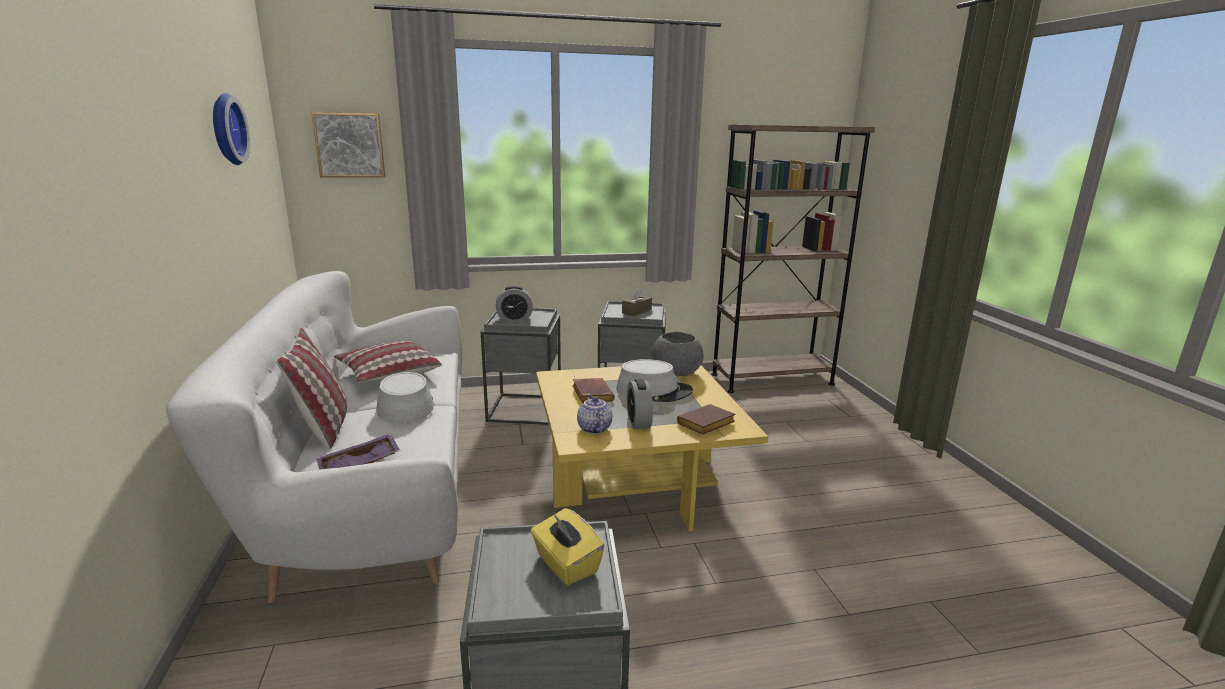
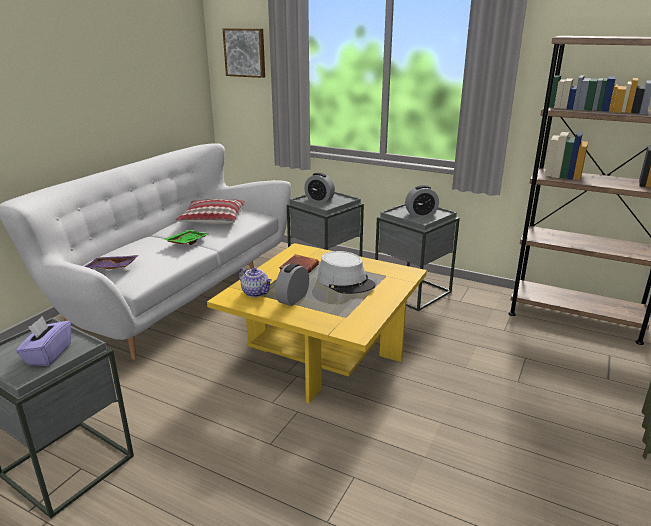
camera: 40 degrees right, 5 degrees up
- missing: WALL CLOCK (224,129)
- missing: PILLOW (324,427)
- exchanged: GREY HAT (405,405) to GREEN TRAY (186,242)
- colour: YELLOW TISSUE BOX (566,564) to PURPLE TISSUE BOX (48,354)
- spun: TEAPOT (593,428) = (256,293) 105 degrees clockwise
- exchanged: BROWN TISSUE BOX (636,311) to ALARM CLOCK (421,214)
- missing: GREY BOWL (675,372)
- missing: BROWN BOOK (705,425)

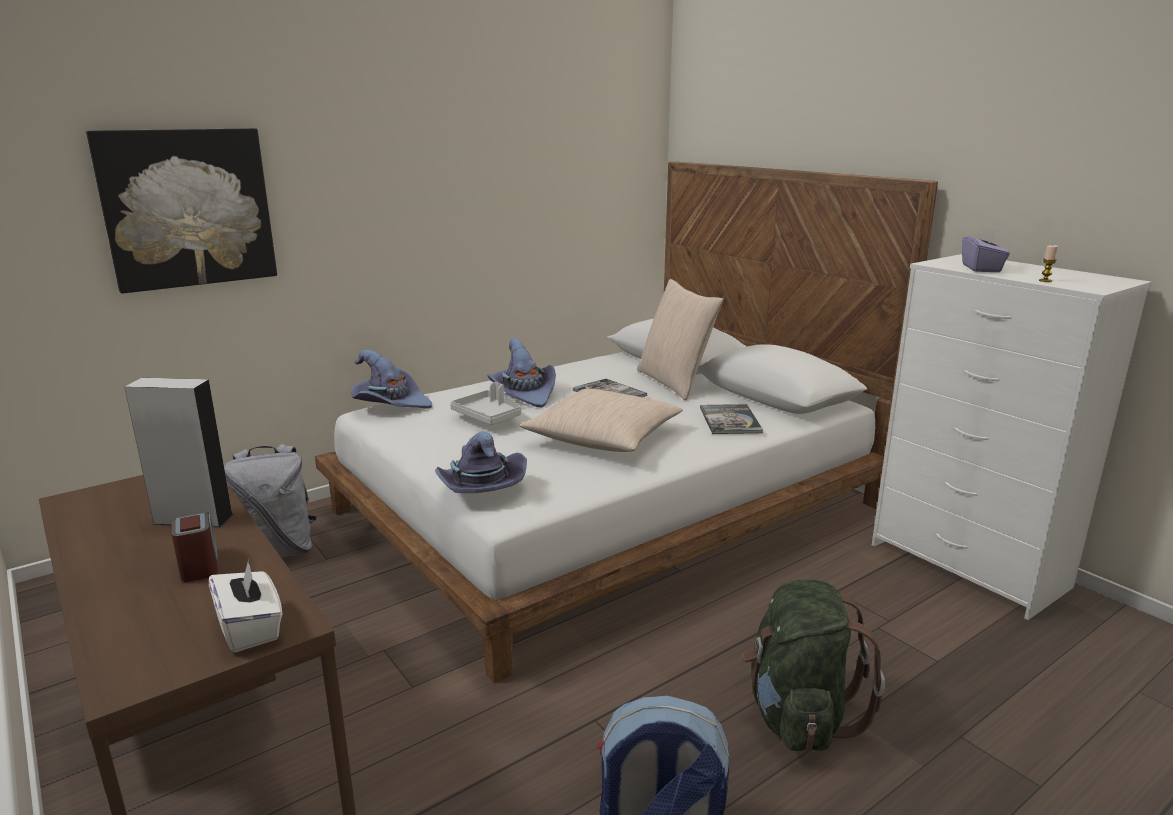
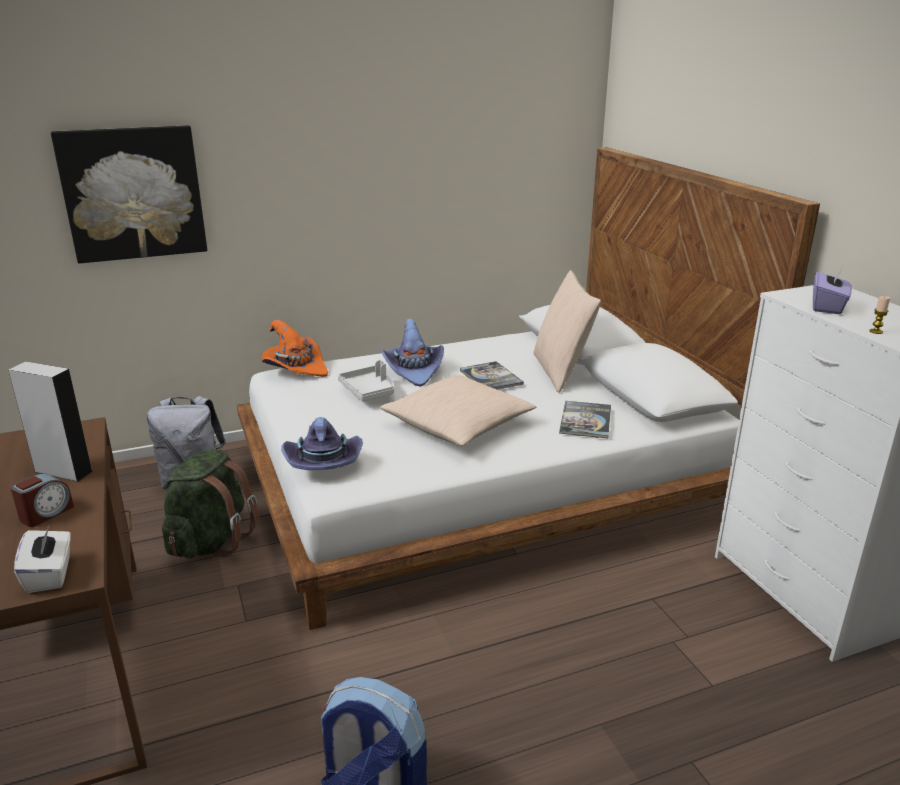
camera: 15 degrees right, 5 degrees up
- spun: ALARM CLOCK (199,565) = (46,513) 45 degrees clockwise
- colour: PURPLE HAT (390,403) to ORANGE HAT (295,368)
- relocated: GREEN BACKPACK (798,716) to (211,541)

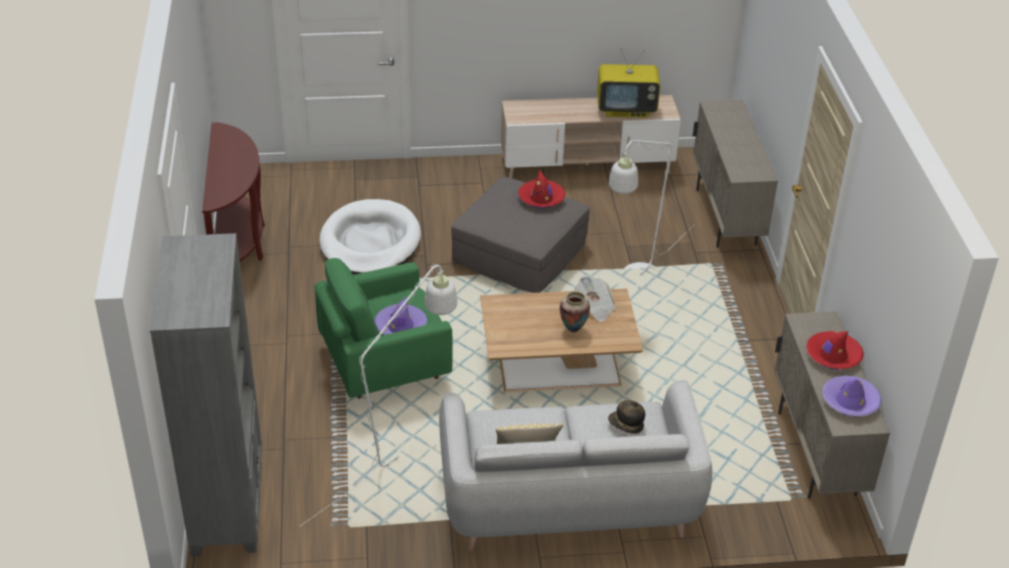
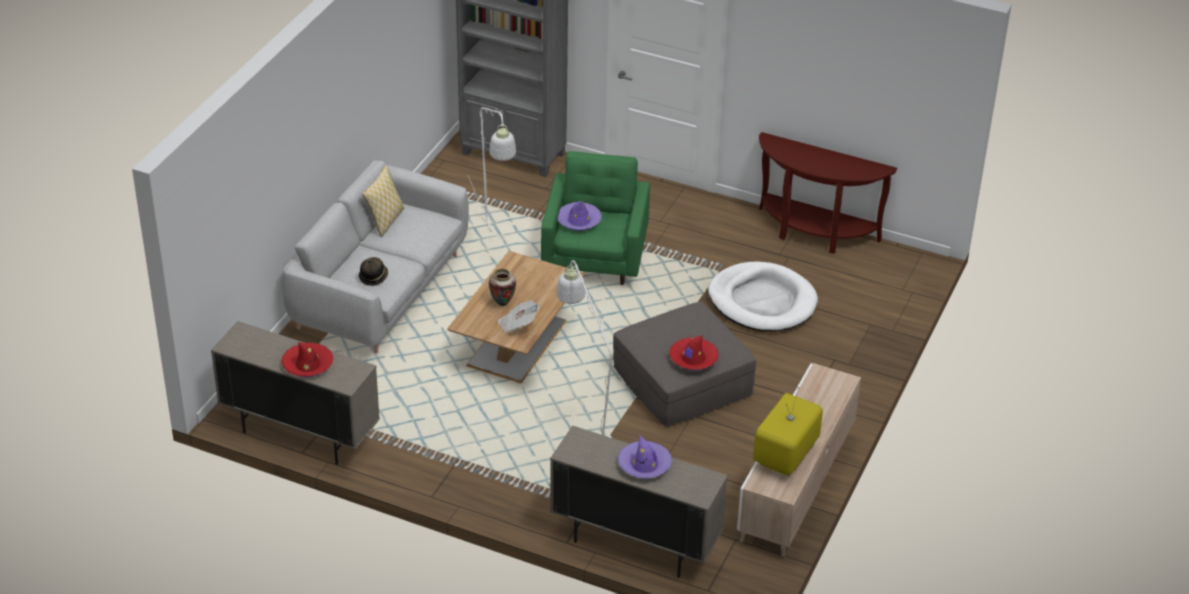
camera: 120 degrees right, 0 degrees up
- relocated: PURPLE HAT (850,401) to (644,465)

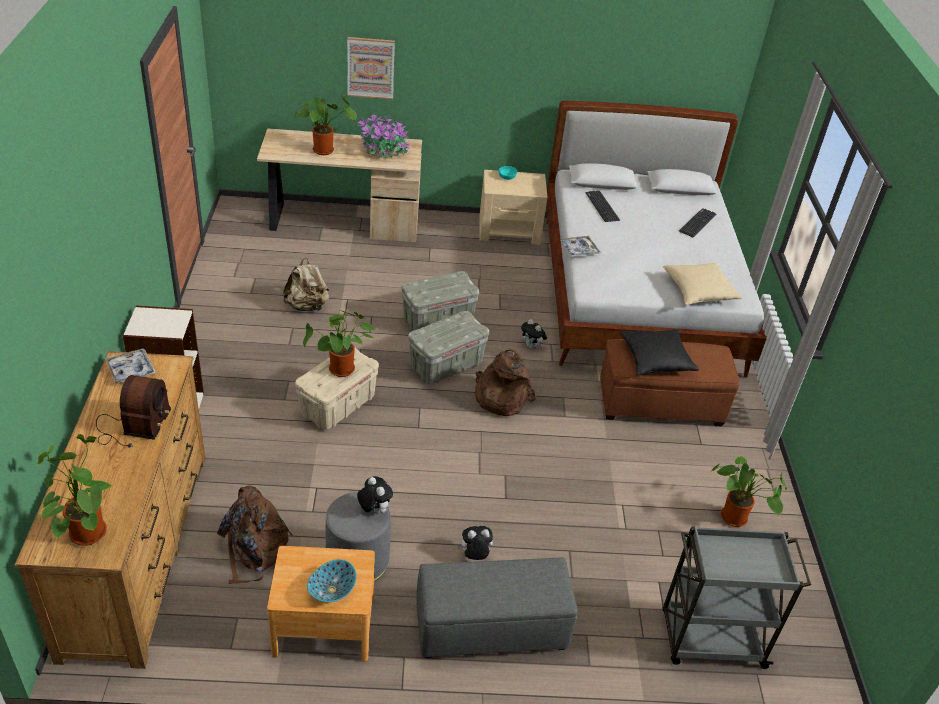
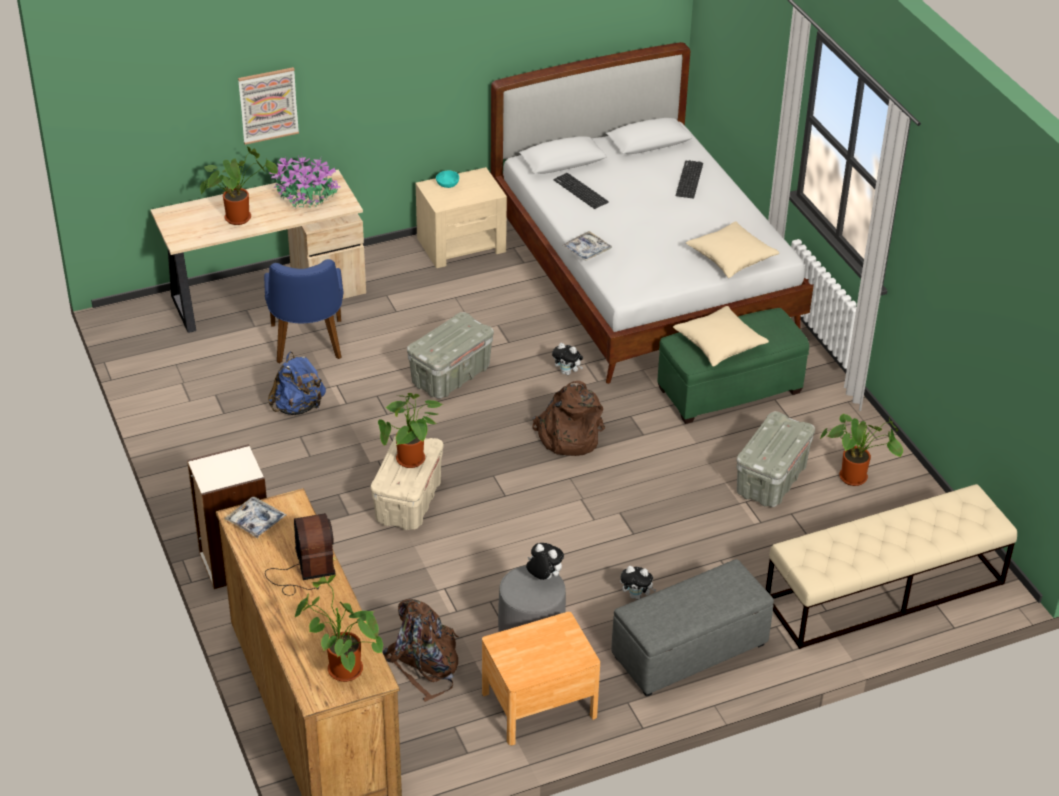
camera: 20 degrees left, 0 degrees up
- colour: BEIGE BACKPACK (307,306) to BLUE BACKPACK (298,407)
- missing: BOWL (331,590)
- relocated: GREY STORAGE BOX (446,365) to (771,481)
- spun: PLUSH TOY (474,556) = (636,596) 135 degrees counterclockwise
- colour: BROWN OTTOMAN (660,404) to GREEN OTTOMAN (729,390)
- colour: BLACK PILLOW (655,359) to BEIGE PILLOW (719,344)
- exchanged: GREY CART (710,640) to BEIGE BENCH (884,591)
- appeared: BLUE CHAIR (307,346)

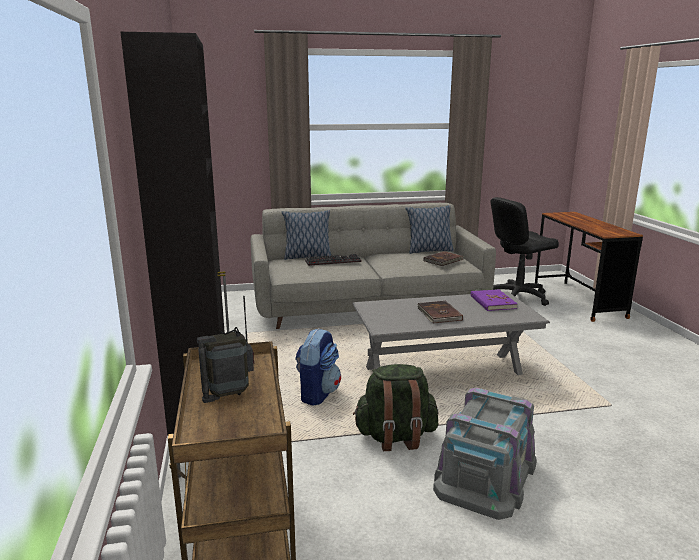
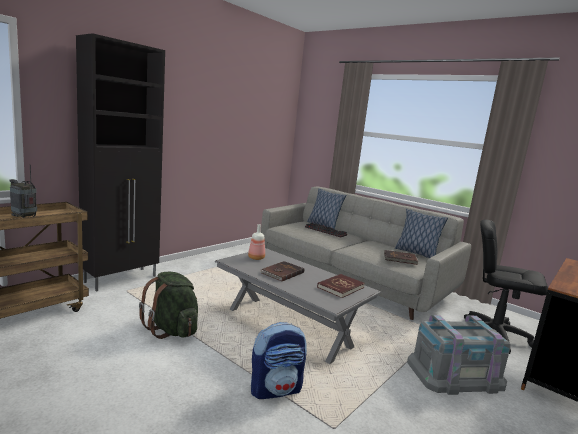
camera: 50 degrees right, 5 degrees down
- relocated: BACKPACK (317,393) to (276,389)
- relocated: GREY STORAGE BOX (486,474) to (455,374)
- colour: PURPLE BOOK (492,302) to RED BOOK (340,287)
- appeared: BOTTLE (256,258)

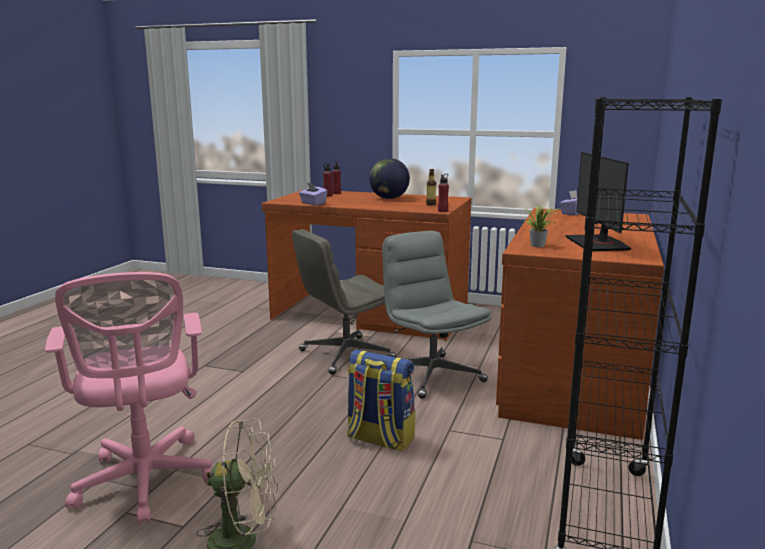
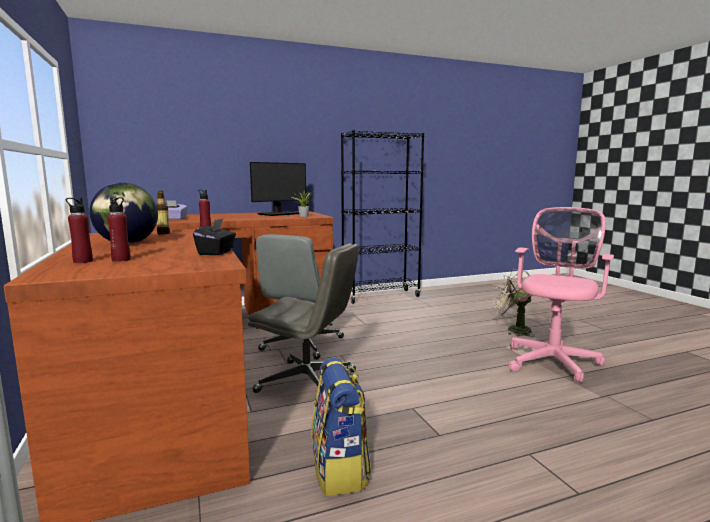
camera: 130 degrees left, 5 degrees down
- colour: PURPLE TISSUE BOX (313,203) to BLACK TISSUE BOX (216,252)
- relocated: BACKPACK (379,439) to (340,470)

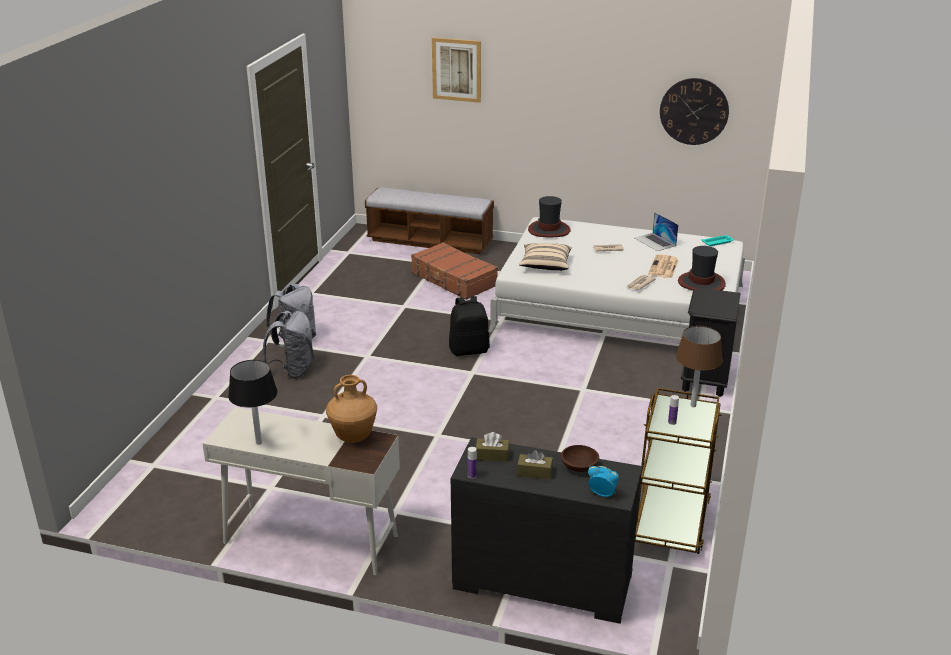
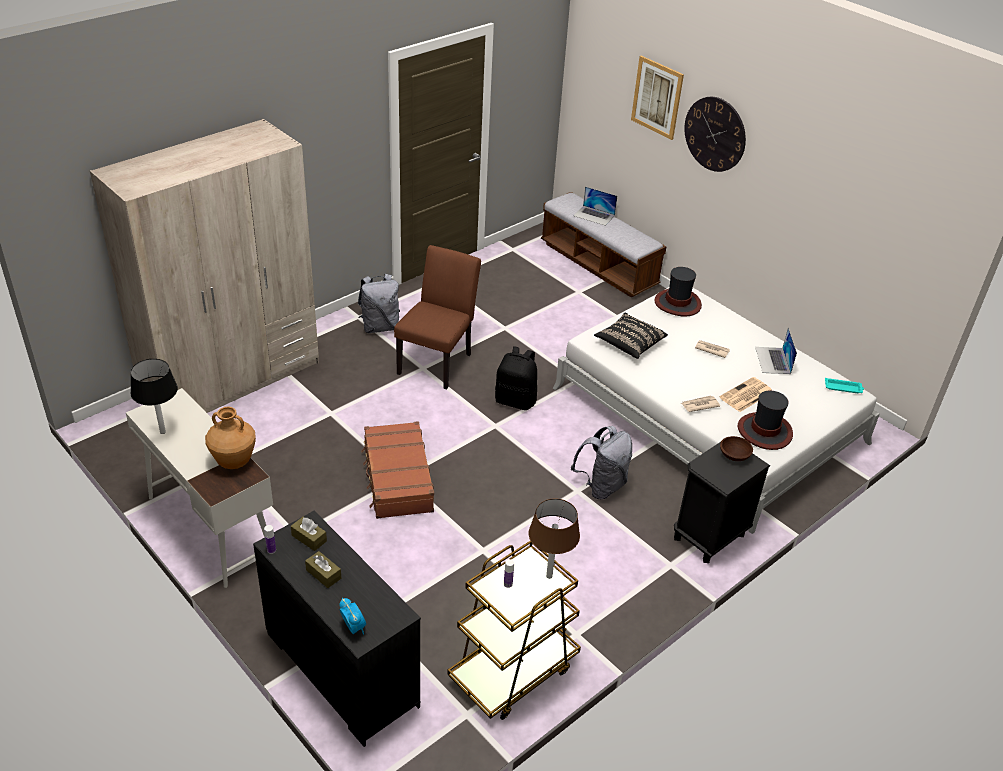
camera: 30 degrees right, 10 degrees up
- relocated: GREY BACKPACK (293,370) to (601,486)
- relocated: BROWN SUITCASE (453,280) to (397,479)
- colour: BEIGE PILLOW (545,265) to BLACK PILLOW (629,344)
- relocated: BROWN BOWL (579,466) to (734,455)
- relocated: WALL CLOCK (694,111) to (715,134)
- appeared: BEIGE WARDROBE (232,379)
- appeared: BROWN CHAIR (438,360)
- appeared: LAPTOP (594,215)

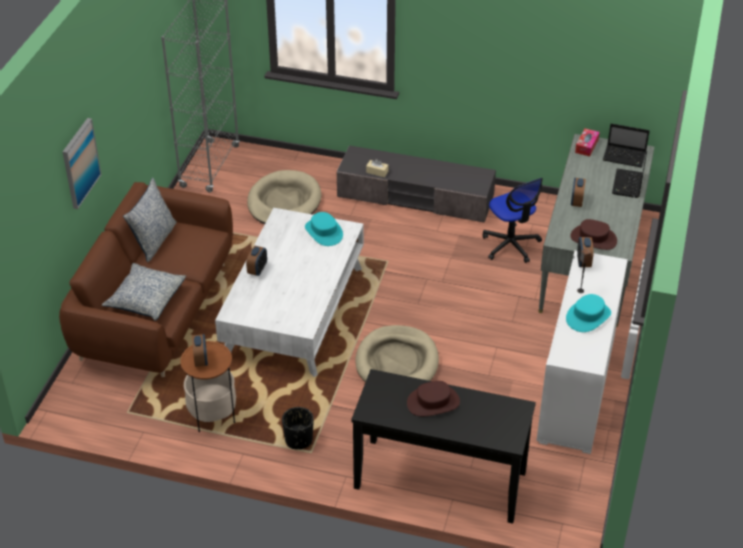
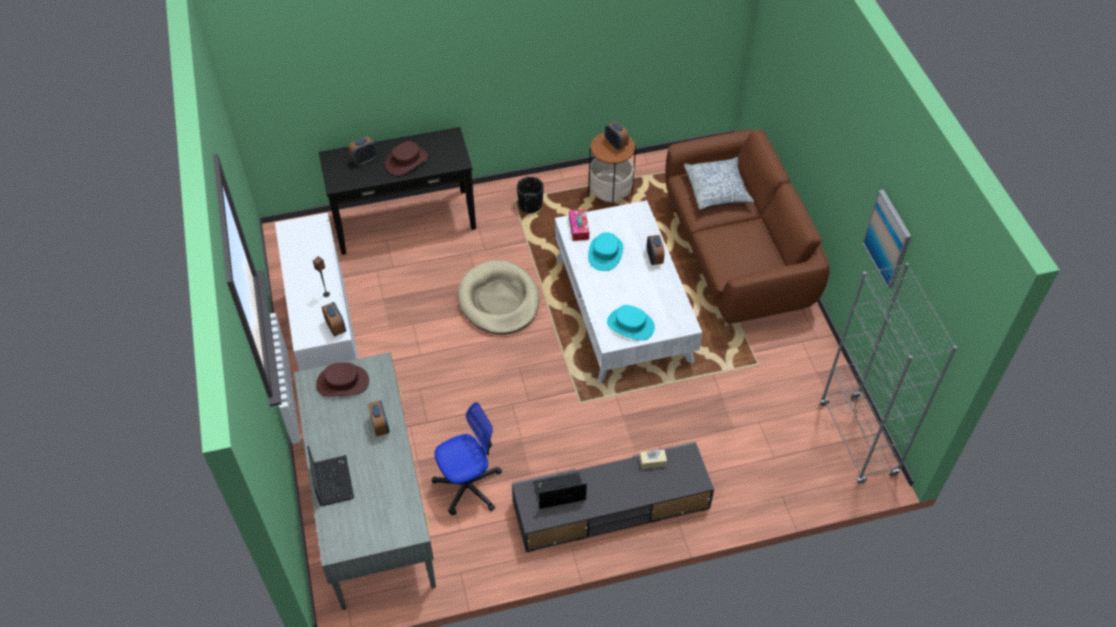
camera: 150 degrees right, 10 degrees up
- relocated: PICTURE (80,163) to (888,239)
- missing: PILLOW (154,240)
- missing: BEIGE DOG BED (284,202)
- spun: OFFICE CHAIR (511,245) = (468,486) 120 degrees clockwise
- relocated: TURQUOISE HAT (588,316) to (605,253)
- relocated: TISSUE BOX (586,146) to (579,228)
- relocated: LAPTOP (625,157) to (558,492)
- appeared: ALARM CLOCK (364,160)

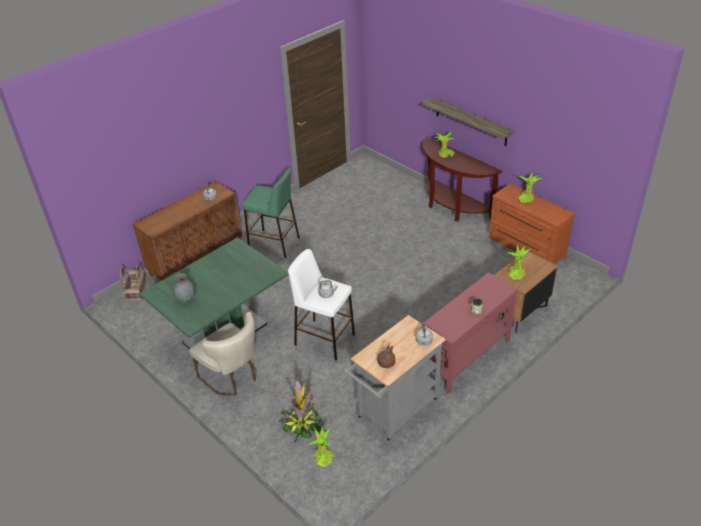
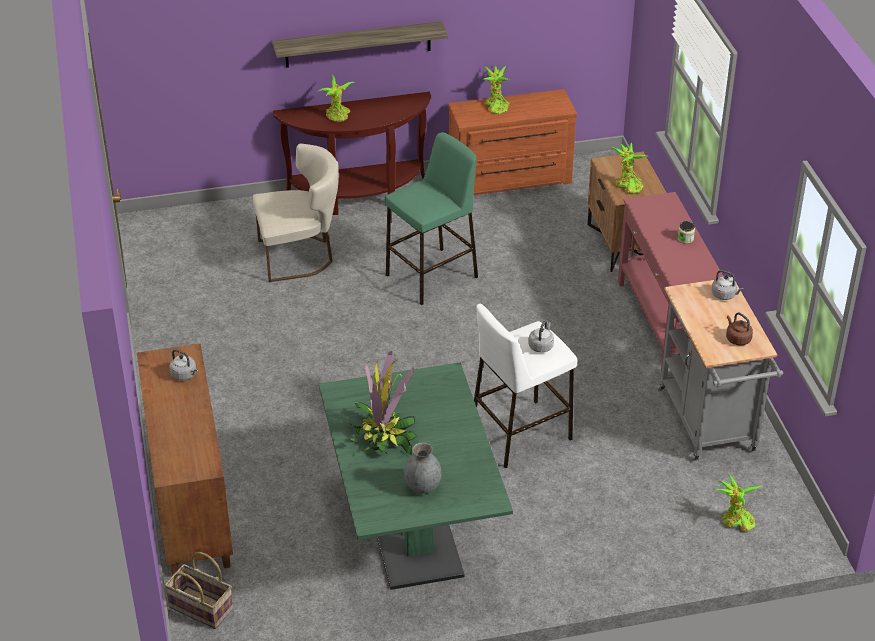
camera: 60 degrees left, 0 degrees up
- relocated: BEIGE CHAIR (232,377) to (300,256)
- relocated: GREEN STOOL (274,244) to (432,276)
- relocated: POTTED PLANT (301,424) to (383,436)

